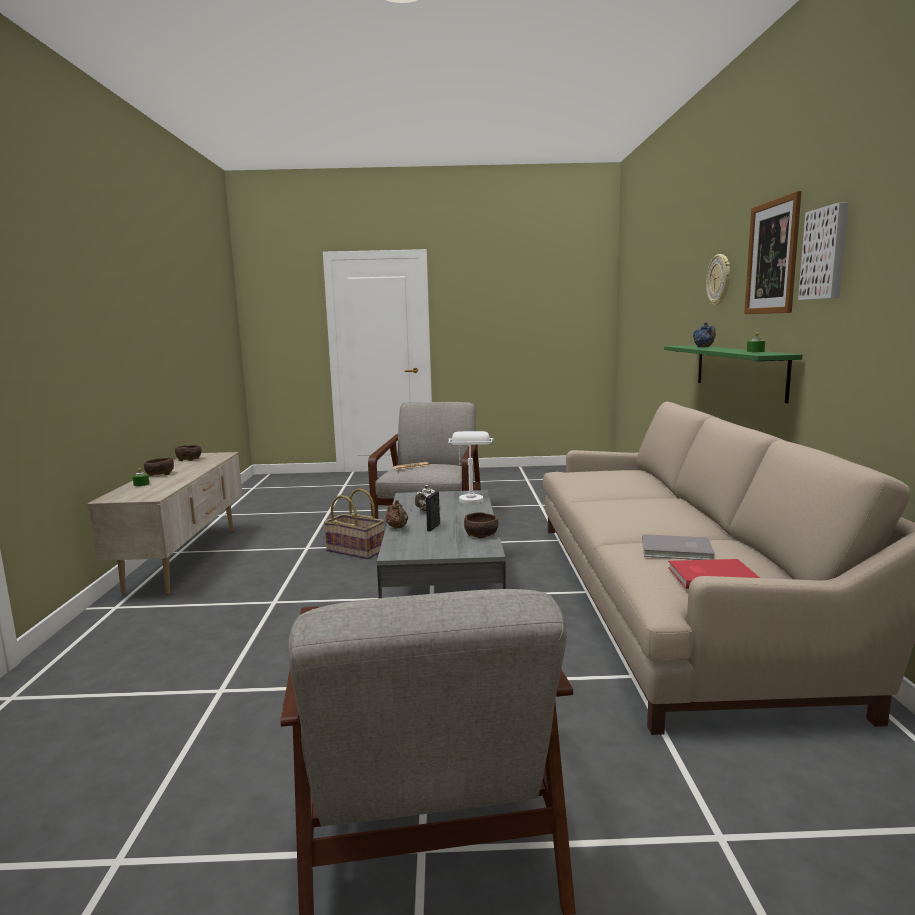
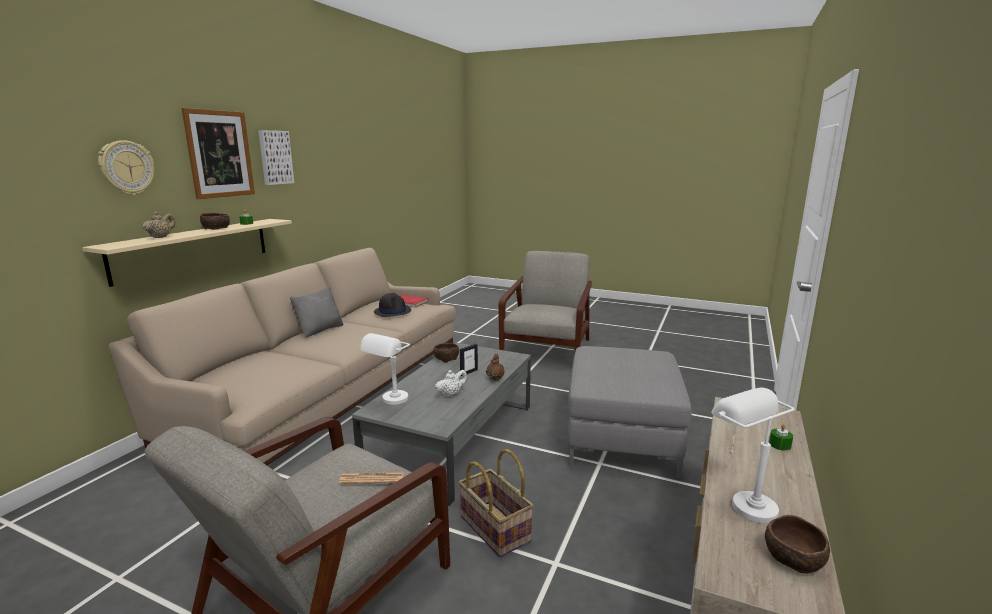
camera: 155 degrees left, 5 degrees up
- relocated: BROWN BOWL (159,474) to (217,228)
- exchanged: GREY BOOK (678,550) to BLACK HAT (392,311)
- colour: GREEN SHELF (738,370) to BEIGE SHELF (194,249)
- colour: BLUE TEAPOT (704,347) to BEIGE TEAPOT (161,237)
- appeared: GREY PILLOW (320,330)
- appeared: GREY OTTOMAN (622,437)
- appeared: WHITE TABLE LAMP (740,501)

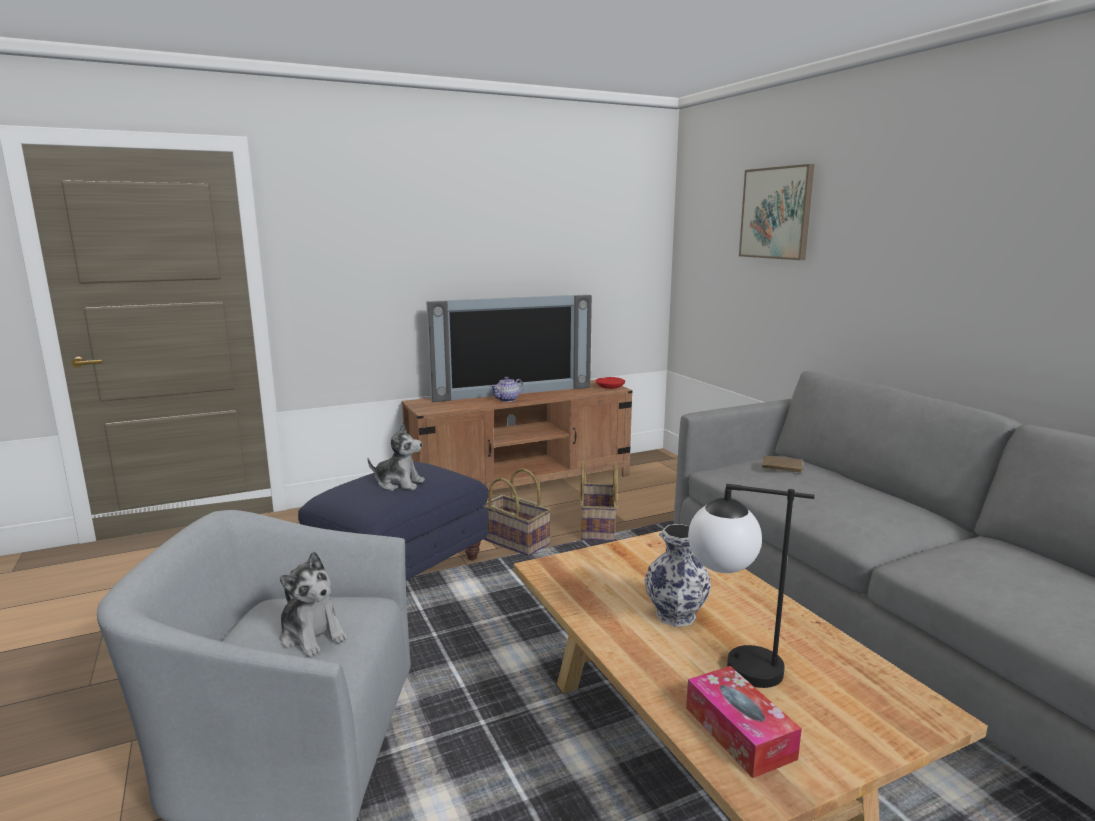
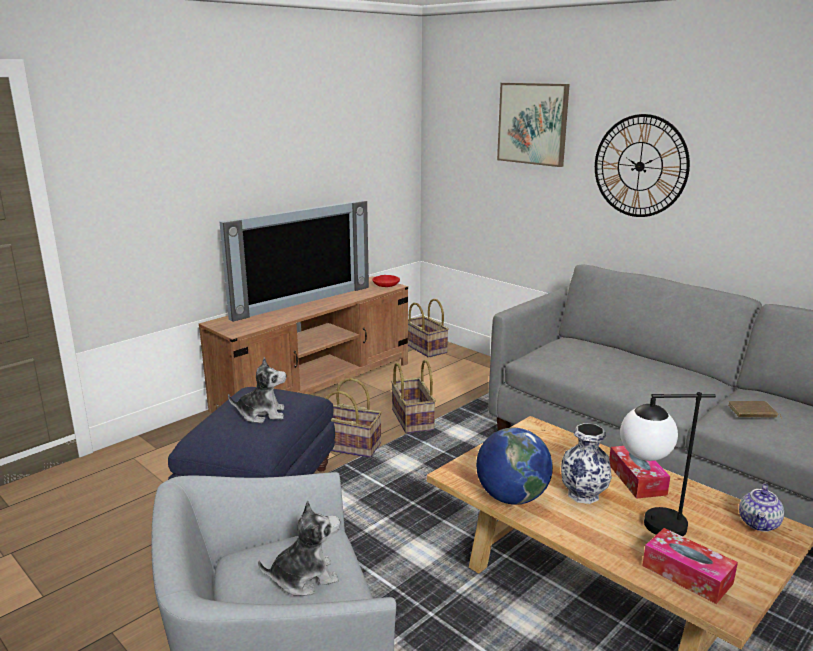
camera: 20 degrees left, 5 degrees up
- spun: PLUSH TOY (312,635) = (304,578) 45 degrees counterclockwise
- relocated: TEAPOT (507,400) to (759,524)
- relocated: BROWN BOOK (782,467) to (752,412)
- appeared: BASKET (424,348)
- appeared: GLOBE (511,497)
- appeared: WALL CLOCK (640,166)
- appeared: TISSUE BOX (637,479)

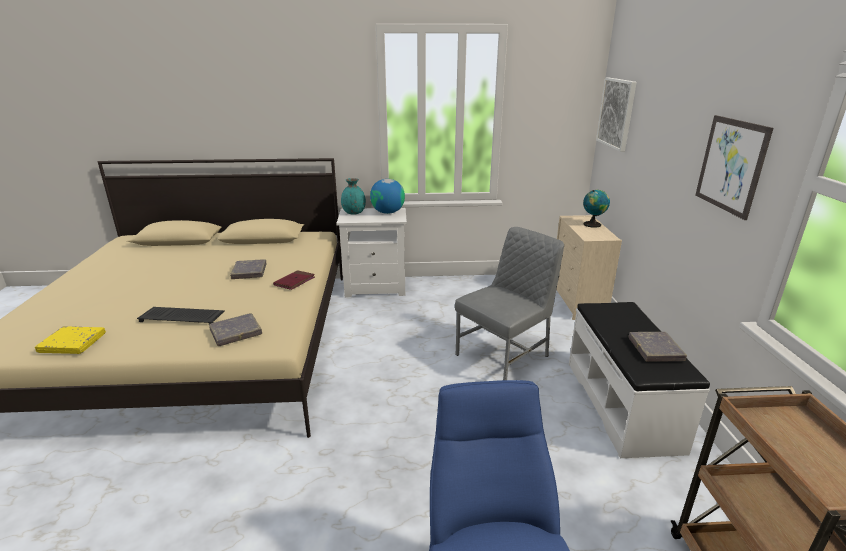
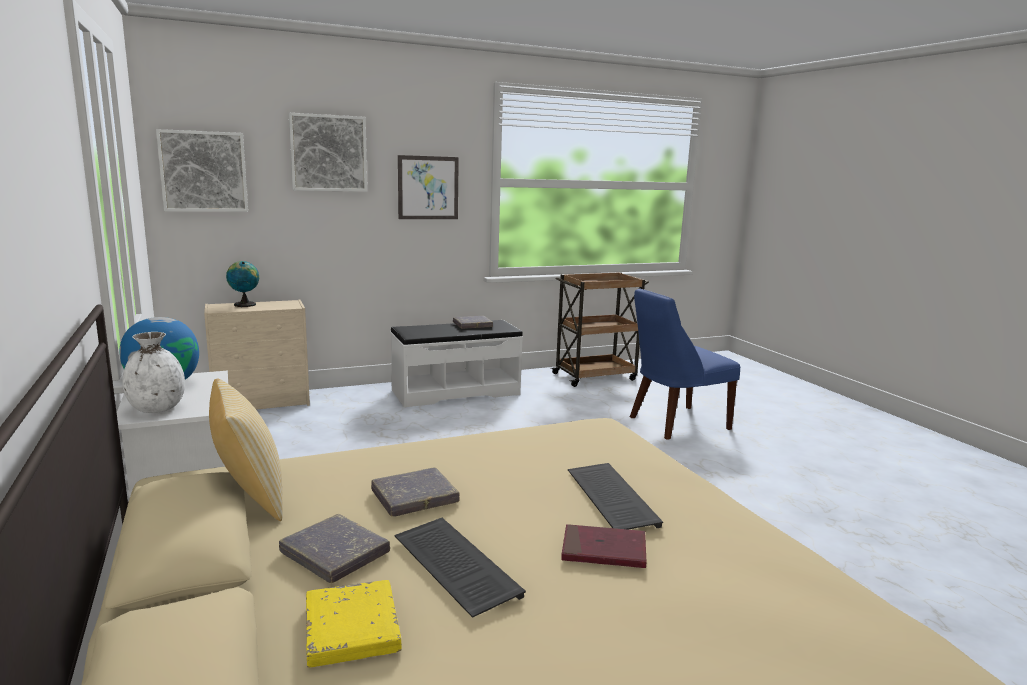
camera: 110 degrees left, 10 degrees down
- relocated: YELLOW BOOK (72,343) to (352,628)
- relocated: GREY BOOK (236,332) to (334,553)
- relocated: RED BOOK (294,282) to (603,550)
- colour: TURQUOISE VASE (353,213) to WHITE VASE (157,409)
- missing: GREY CHAIR (504,355)
- appeared: PILLOW (249,498)
- appeared: PICTURE (328,153)
- appeared: KEYBOARD (453,567)

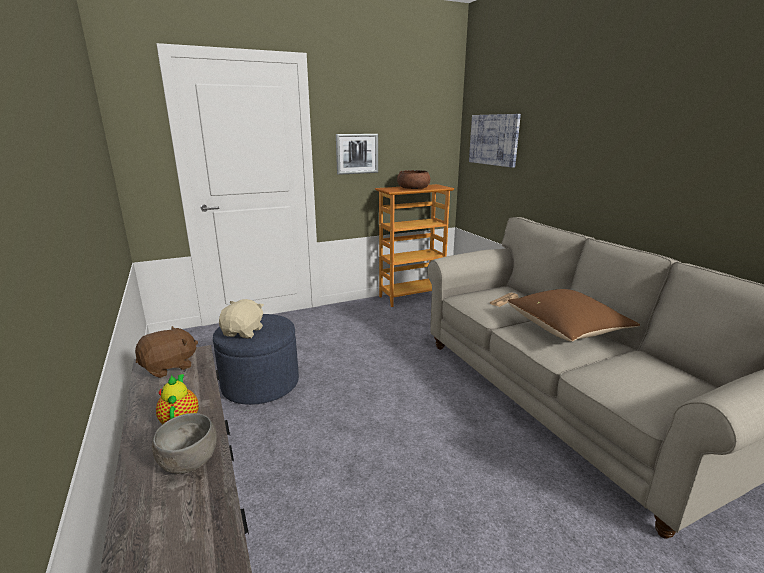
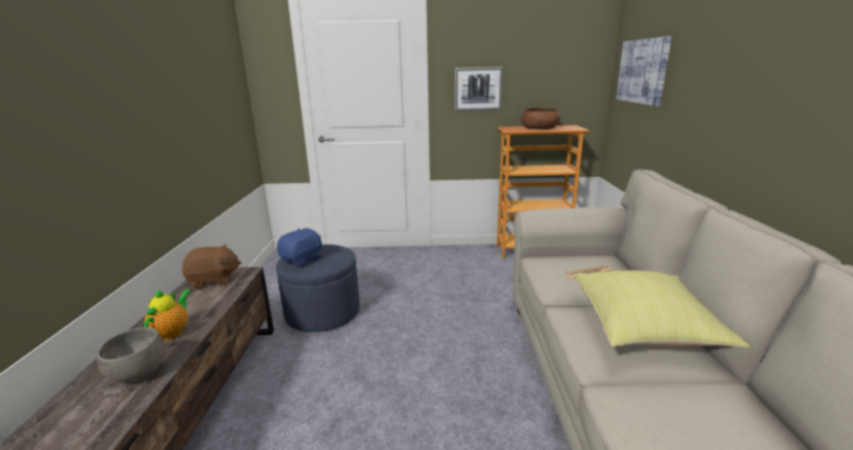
camera: 25 degrees right, 0 degrees up
- colour: BEIGE PLUSH TOY (244,332) to BLUE PLUSH TOY (303,260)
- colour: BROWN PILLOW (567,331) to YELLOW PILLOW (645,330)

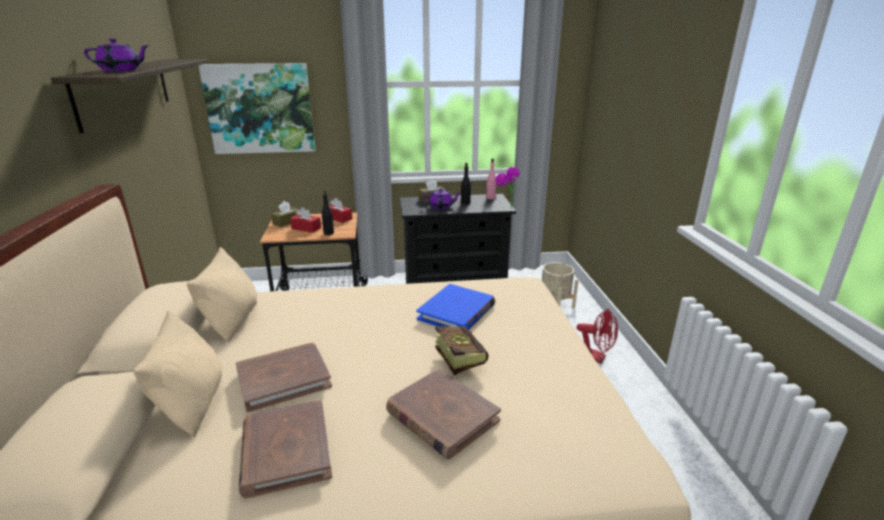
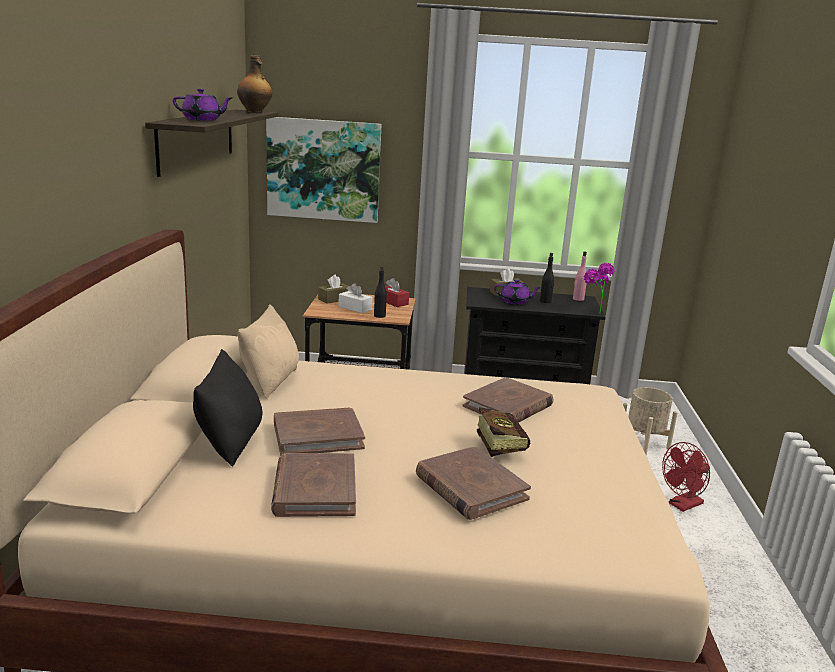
camera: 10 degrees right, 5 degrees down
- colour: BEIGE PILLOW (192,404) to BLACK PILLOW (230,442)
- colour: RED TISSUE BOX (306,228) to WHITE TISSUE BOX (355,308)
- colour: BLUE BOOK (456,312) to BROWN BOOK (508,406)
- spun: RED FAN (595,357) = (682,505) 105 degrees clockwise
- appeared: BOTTLE (255,112)

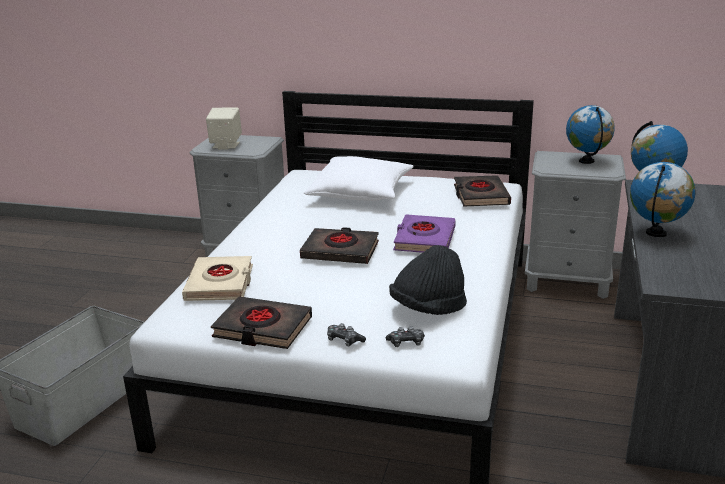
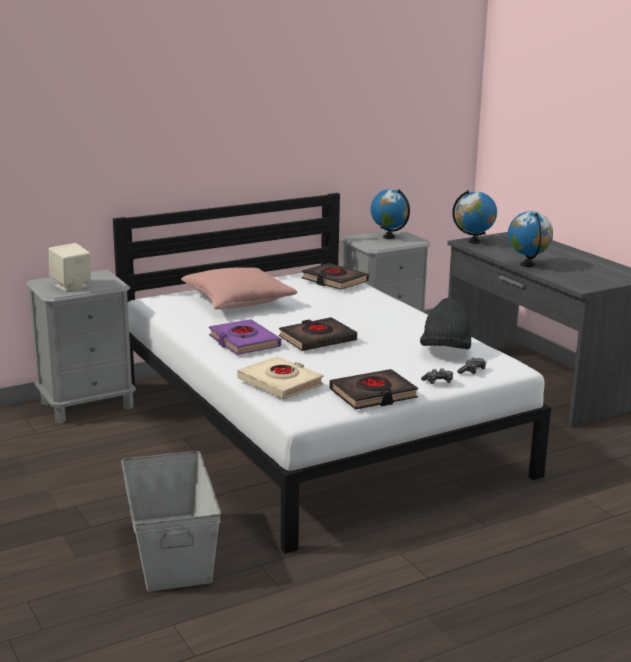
camera: 45 degrees left, 5 degrees down
- colour: WHITE PILLOW (361,193) to PINK PILLOW (238,302)
- relocated: PURPLE BOOK (424,239) to (244,342)

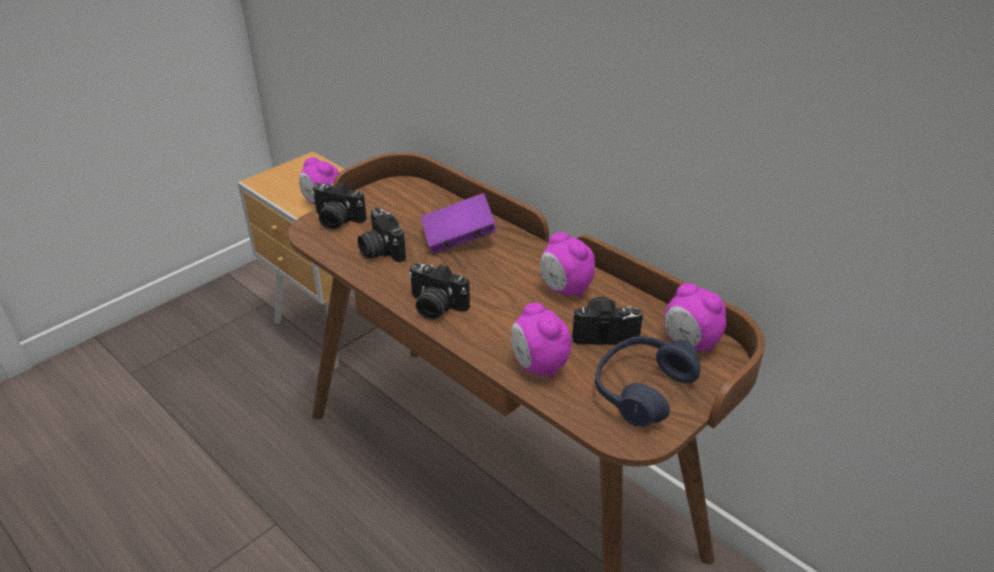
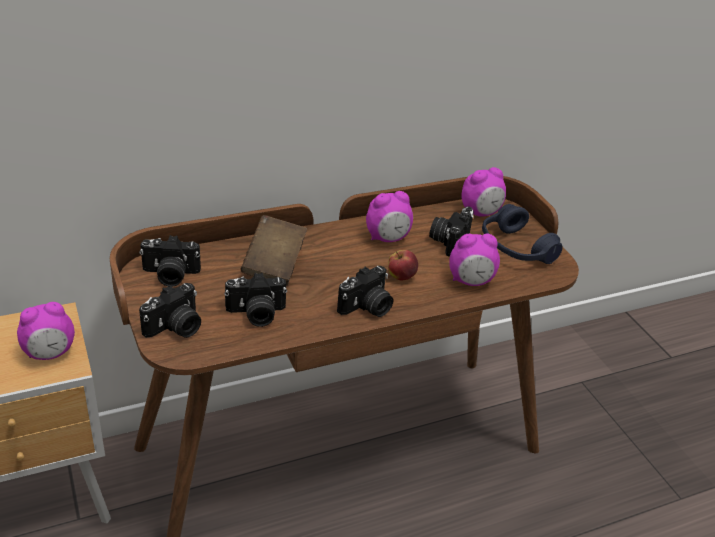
camera: 70 degrees left, 0 degrees up
- colour: PURPLE BOOK (458,239) to BROWN BOOK (274,265)
- appeared: PHOTO CAMERA (170,275)
- appeared: APPLE (401,277)

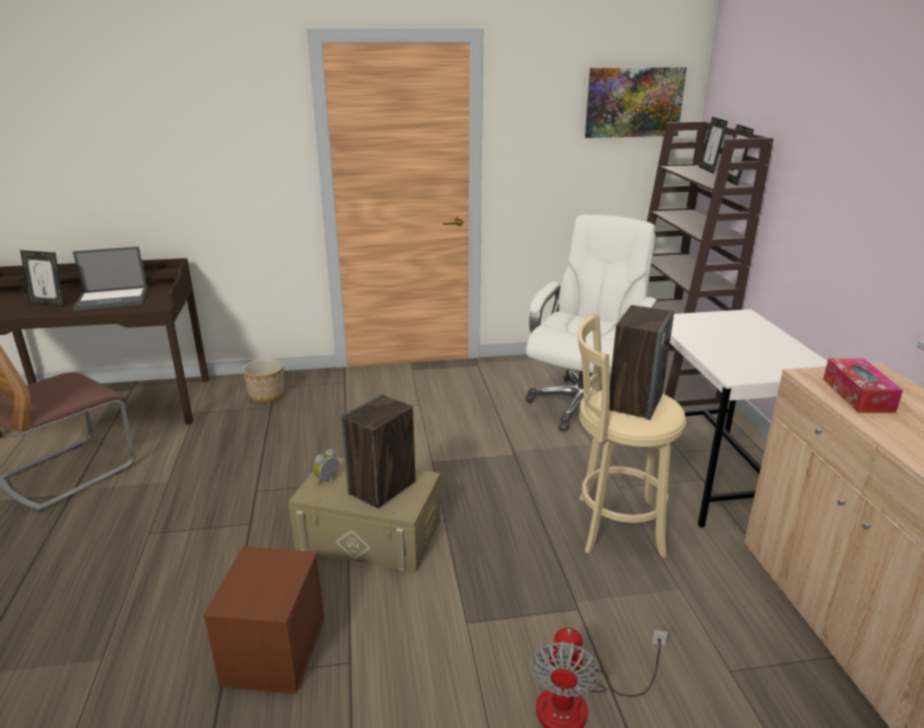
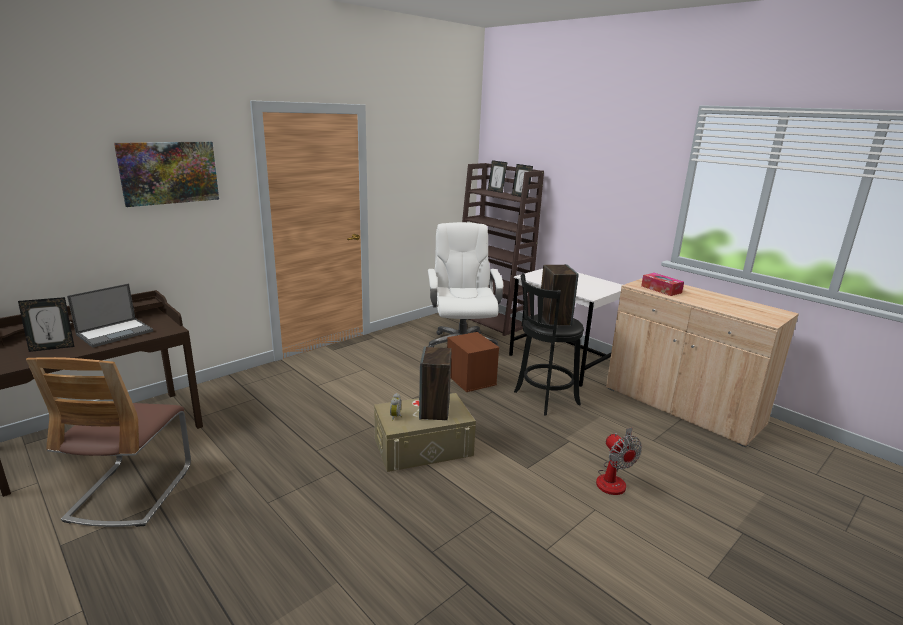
camera: 35 degrees left, 5 degrees down
- relocated: BROWN STORAGE BOX (273,649) to (470,379)
- missing: PLANTER (266,395)
- colour: BEIGE STOOL (614,525) to BLACK STOOL (543,399)
- relocated: PICTURE (634,102) to (169,172)

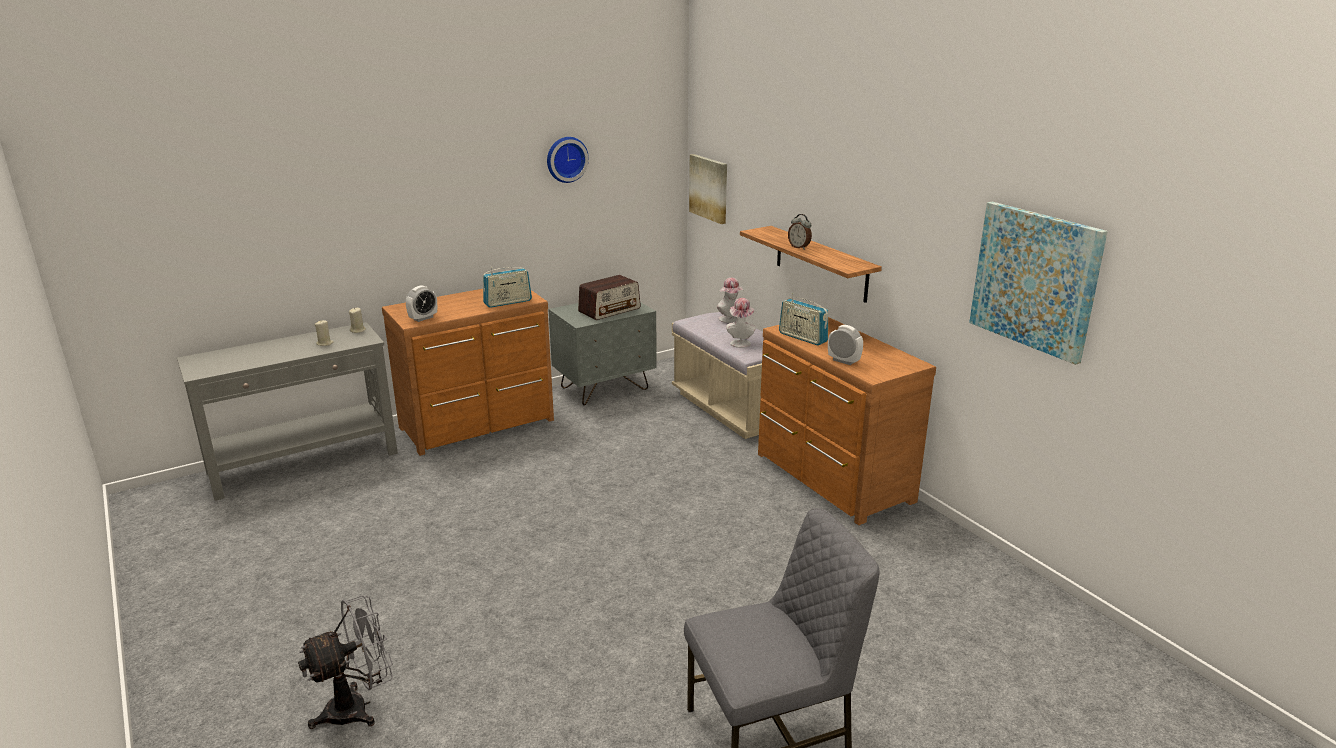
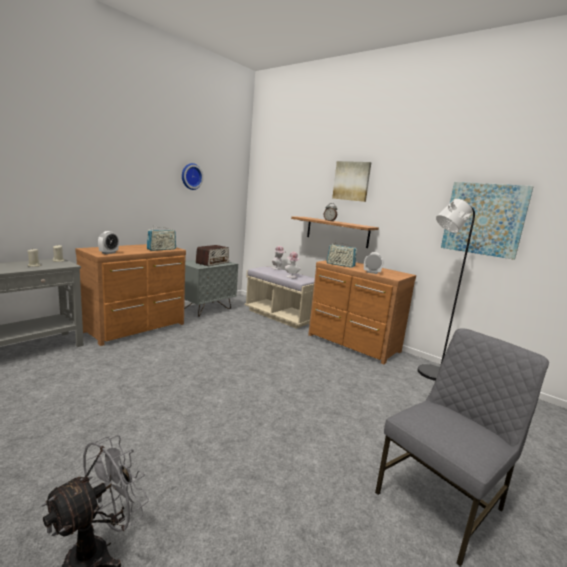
camera: 20 degrees left, 10 degrees down
- relocated: PICTURE (709,188) to (351,181)
- appeared: BLACK FLOOR LAMP (427,374)

